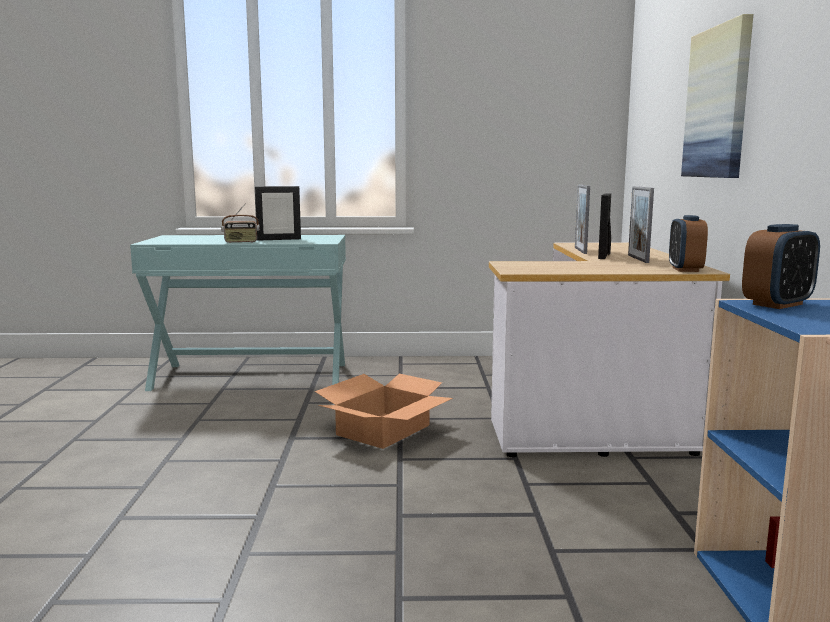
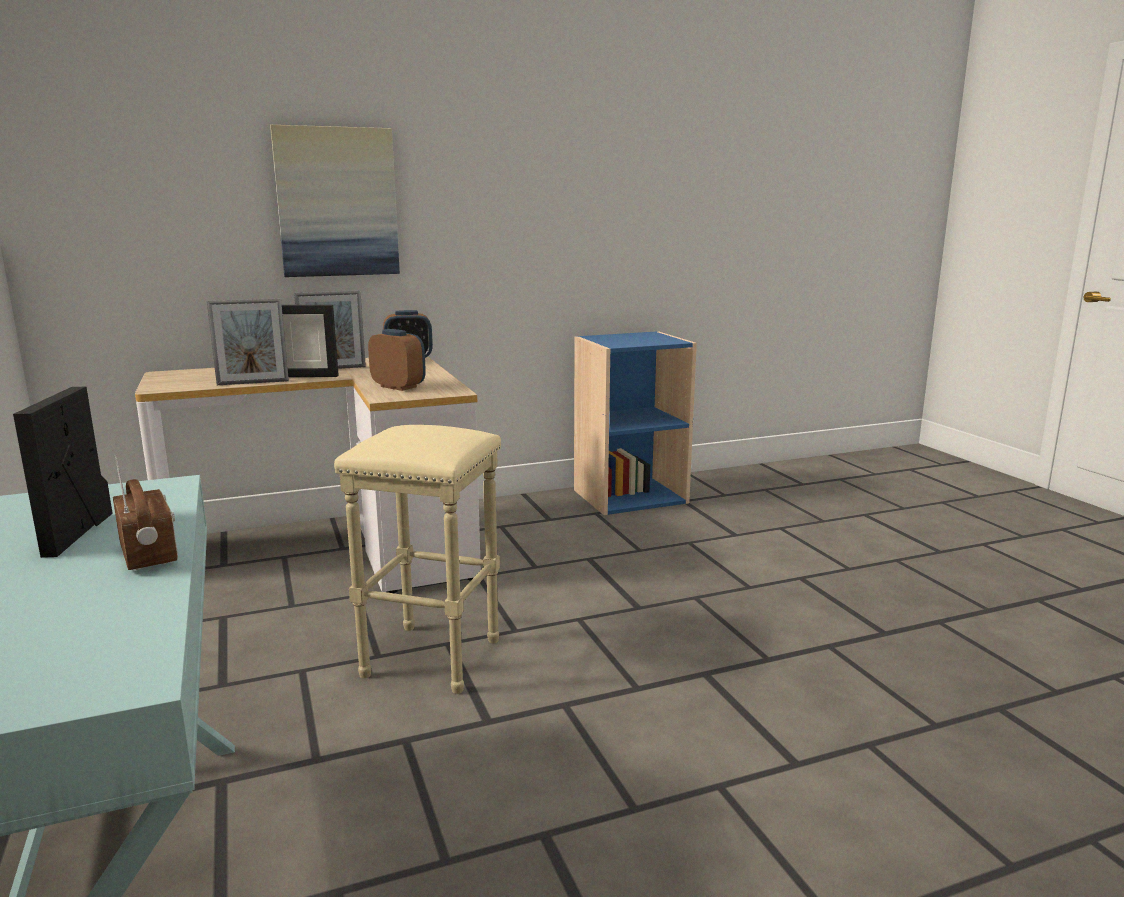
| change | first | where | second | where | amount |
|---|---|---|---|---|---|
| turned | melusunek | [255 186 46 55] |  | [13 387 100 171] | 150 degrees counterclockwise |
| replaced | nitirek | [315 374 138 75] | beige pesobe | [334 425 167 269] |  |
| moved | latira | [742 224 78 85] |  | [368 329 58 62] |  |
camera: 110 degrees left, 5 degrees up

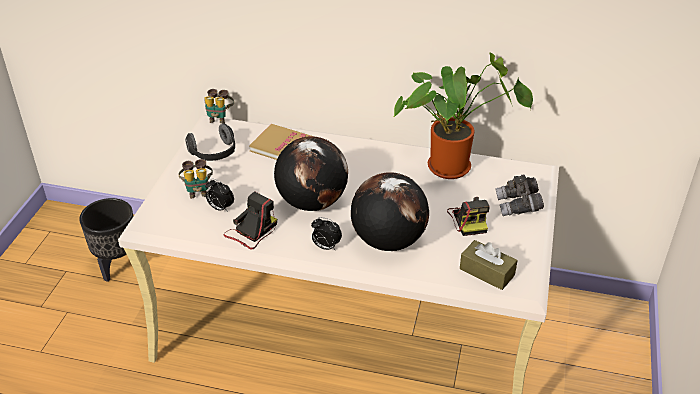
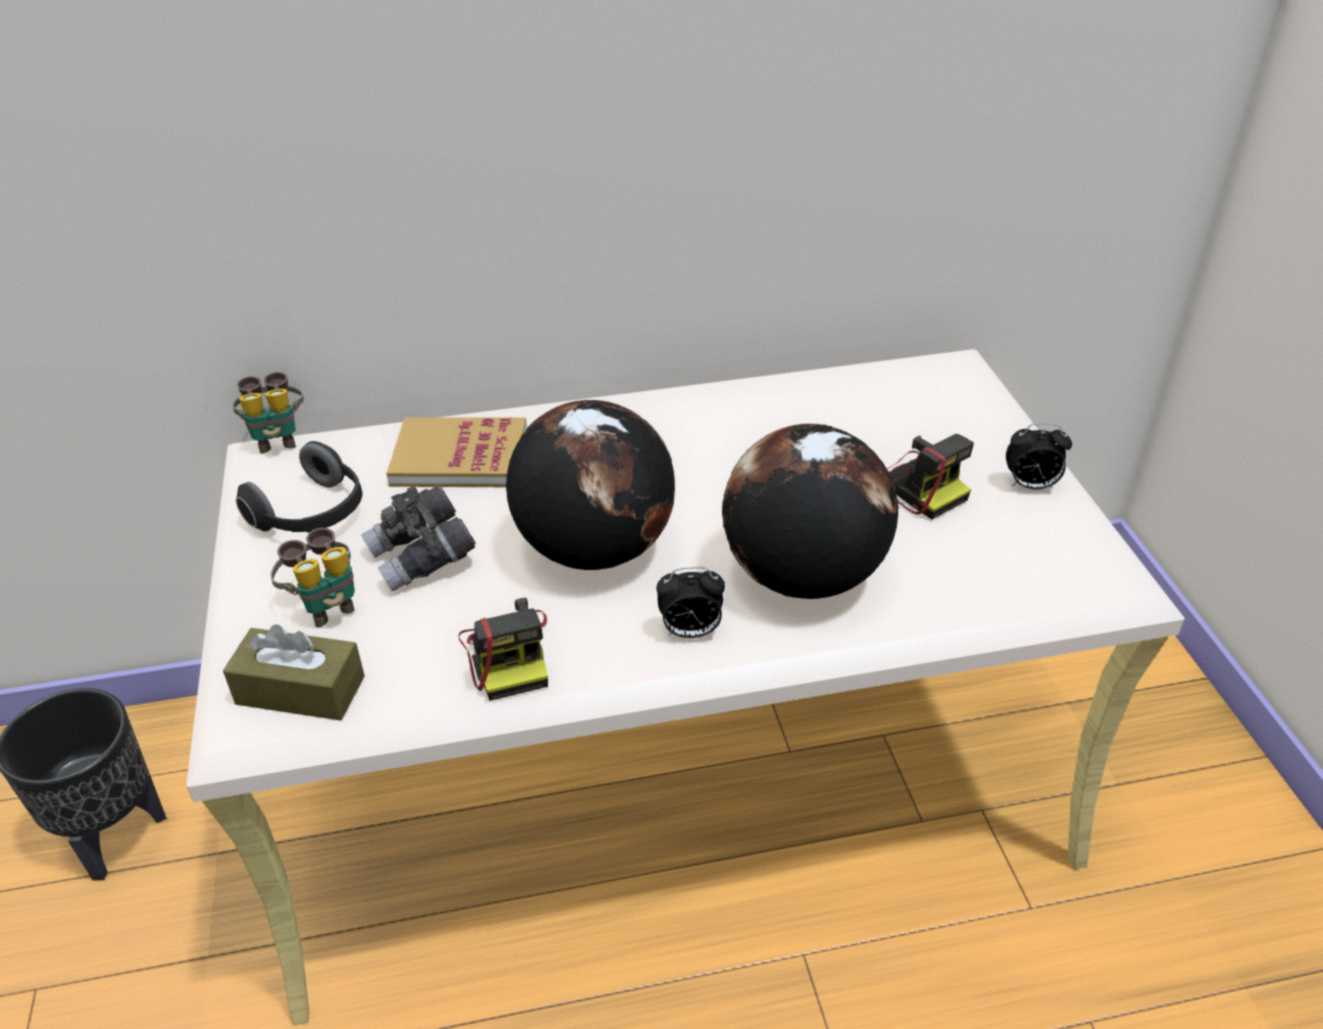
| change | first | where | second | where | amount |
|---|---|---|---|---|---|
| moved | latira | [205 179 29 33] |  | [1006 423 66 66] |  |
| turned | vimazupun | [224 191 53 58] |  | [458 598 90 103] | 150 degrees clockwise |
| removed | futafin | [394 53 139 126] |  |  |  |
| moved | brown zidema | [460 240 58 50] |  | [223 624 142 96] |  |
| moved | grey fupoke | [495 175 49 41] |  | [361 486 115 106] |  |
camera: 25 degrees left, 0 degrees up

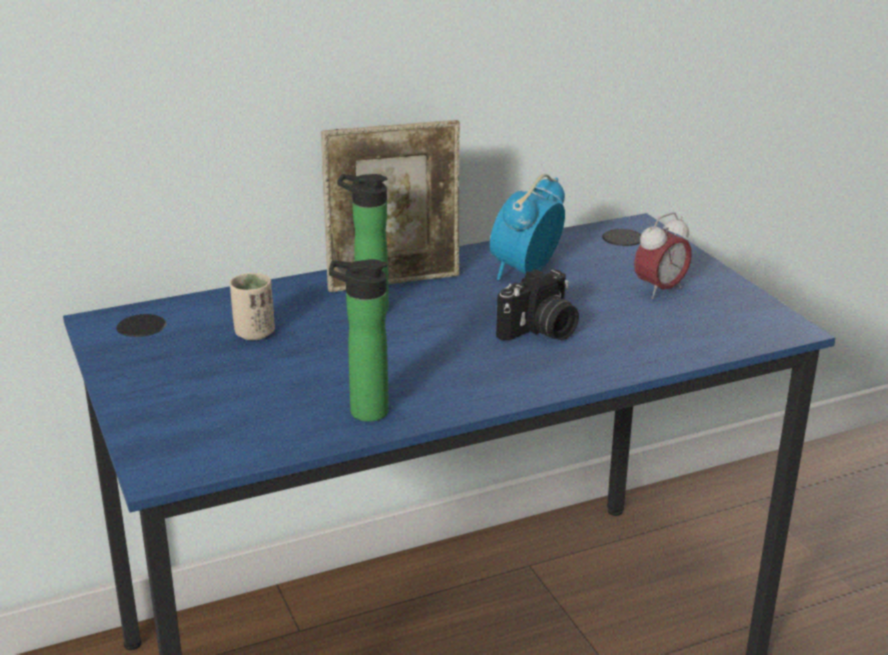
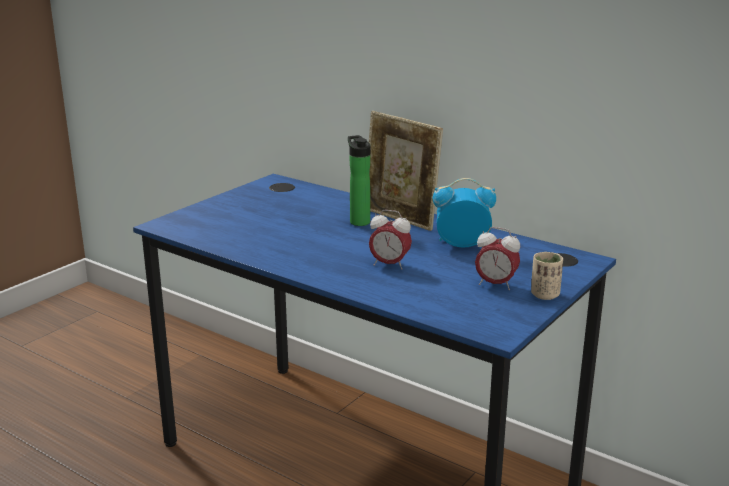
| change | first | where | second | where | amount |
|---|---|---|---|---|---|
| moved | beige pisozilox | [230 273 45 67] |  | [531 252 32 48] |  |
| removed | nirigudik | [329 259 60 163] |  |  |  |
| replaced | vimazupun | [496 269 83 71] | latira | [369 210 43 59] |  |
camera: 60 degrees right, 5 degrees down

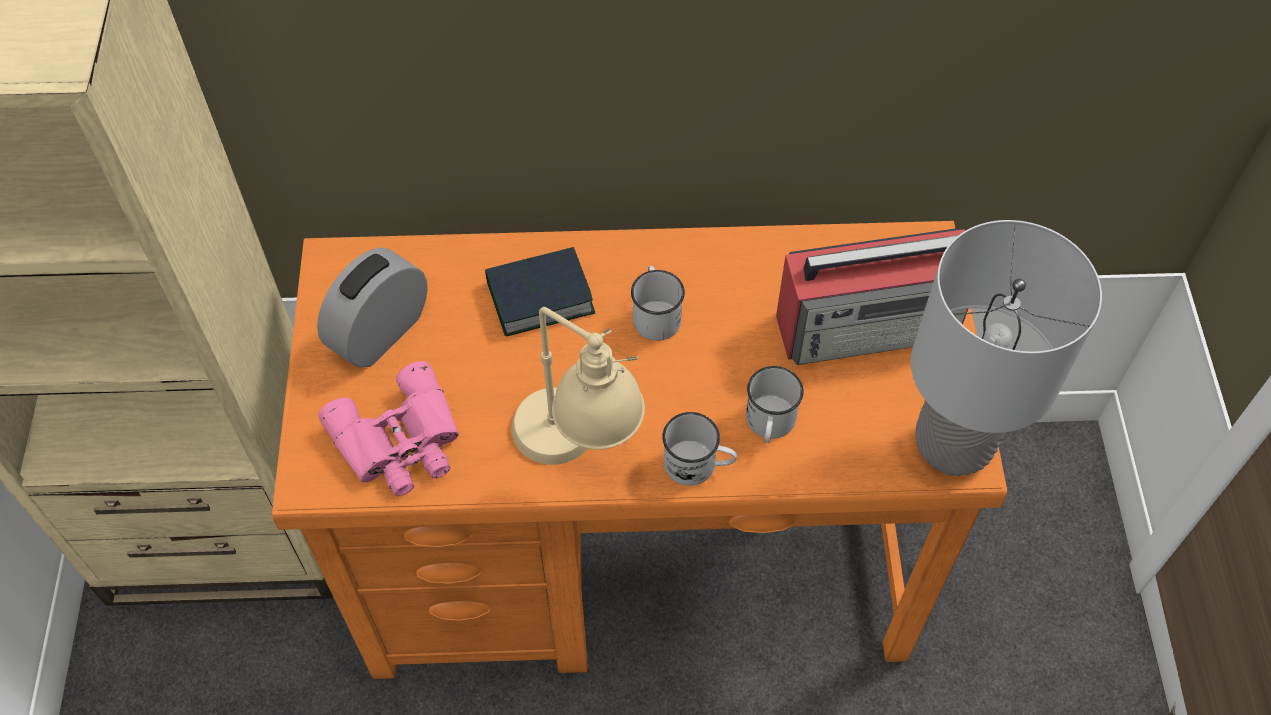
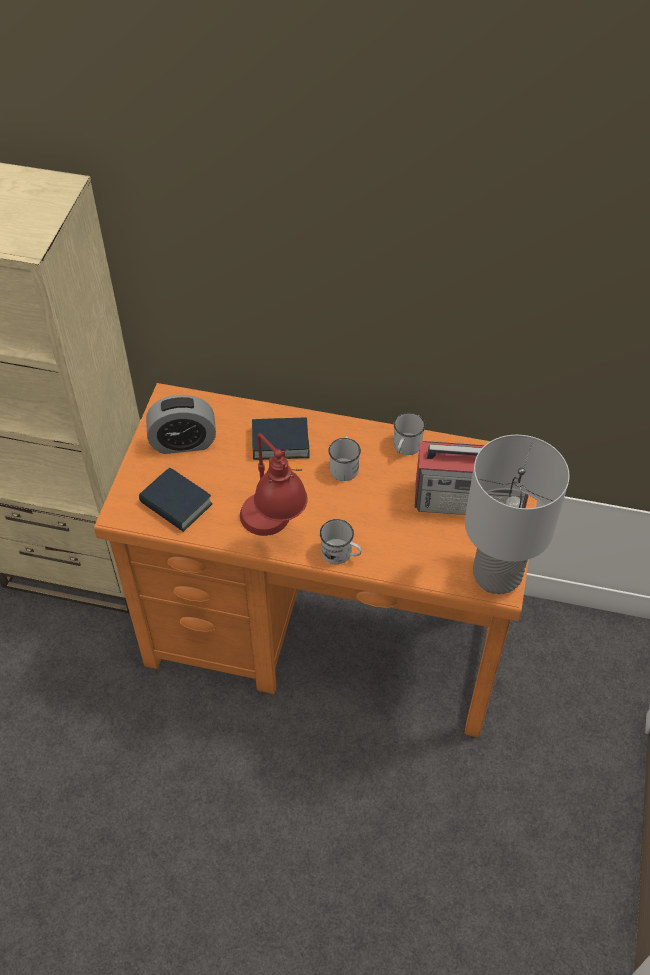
| change | first | where | second | where | amount |
|---|---|---|---|---|---|
| turned | latira | [317 248 111 119] |  | [146 395 70 59] | 150 degrees counterclockwise |
| replaced | pink fupoke | [318 361 141 135] | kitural | [139 468 74 64] |  |
| recoloured | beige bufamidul | [511 307 134 158] | red bufamidul | [240 433 68 103] |  |
| moved | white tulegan | [746 366 58 77] |  | [393 413 32 42] |  |
camera: 15 degrees right, 5 degrees down

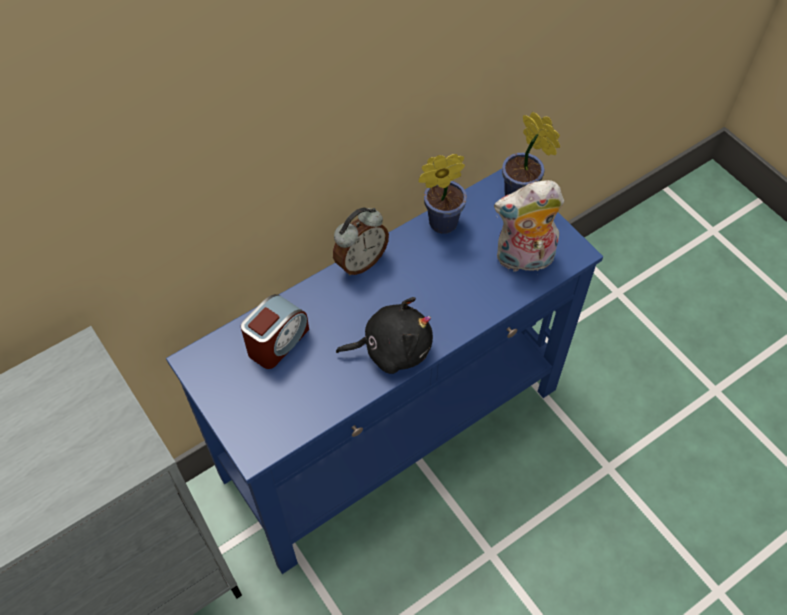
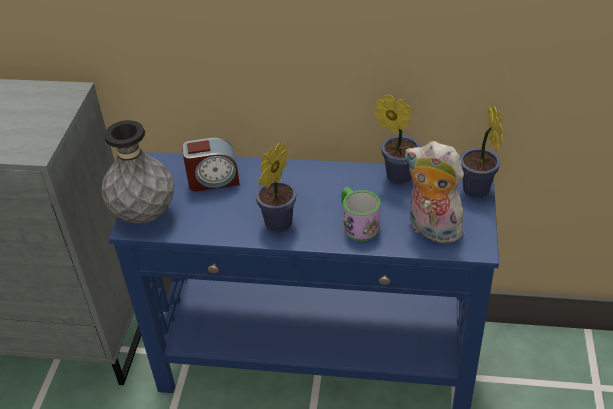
| change | first | where | second | where | amount |
|---|---|---|---|---|---|
| removed | latira | [333 208 56 68] |  |  |  |
| replaced | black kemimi | [336 297 97 77] | futafin | [256 142 40 90] |  |
| added |  |  | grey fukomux | [102 120 72 104] |  |
| added |  |  | tulegan | [341 187 39 54] |  |
camera: 45 degrees right, 15 degrees down

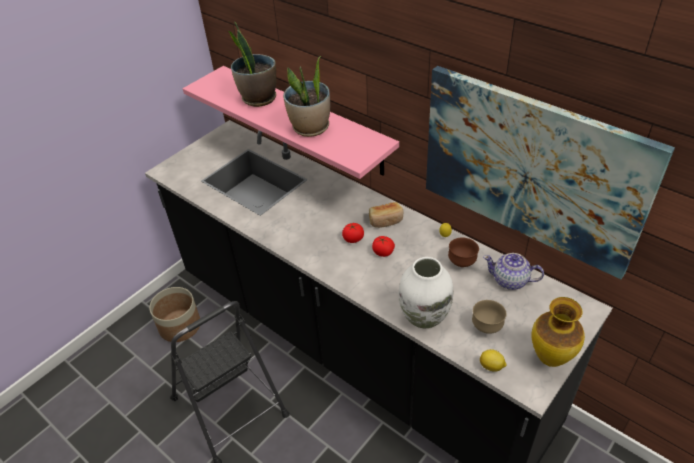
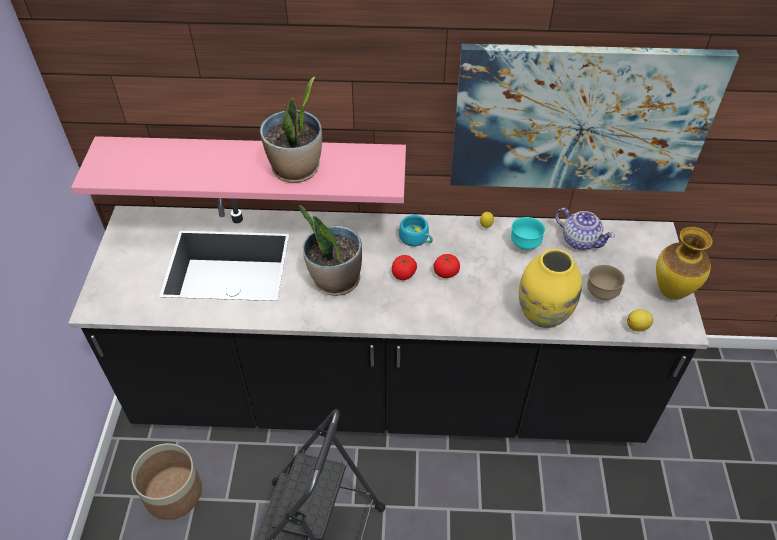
| change | first | where | second | where | amount |
|---|---|---|---|---|---|
| moved | futafin | [228 21 48 86] |  | [299 205 63 91] |  |
| replaced | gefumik | [369 202 34 26] | turquoise pisozilox | [399 215 34 31] |  |
| recoloured | white fukomux | [398 257 55 71] | yellow fukomux | [519 249 63 79] |  |
| recoloured | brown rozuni | [448 237 31 30] | turquoise rozuni | [511 217 34 33] |  |
| turned | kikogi | [483 253 61 37] |  | [555 208 60 42] | 120 degrees counterclockwise |
camera: 40 degrees left, 5 degrees up

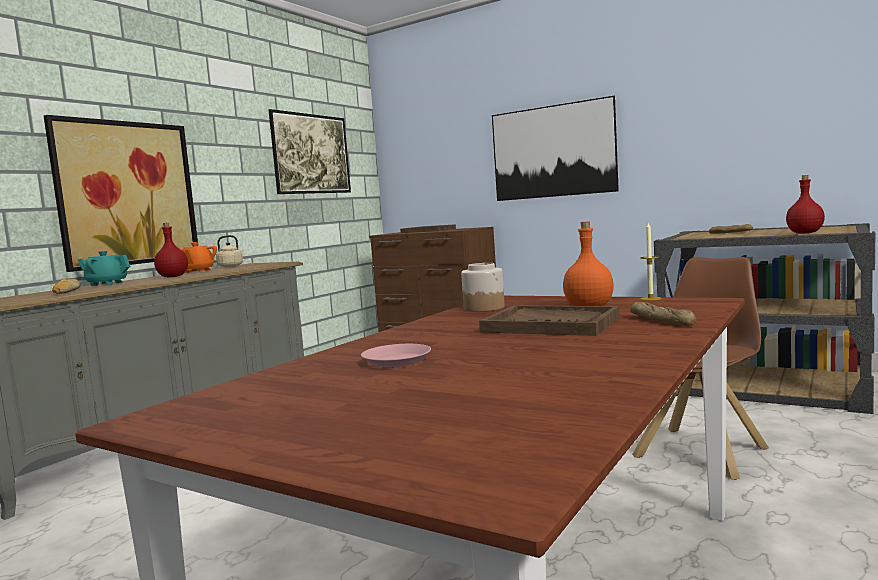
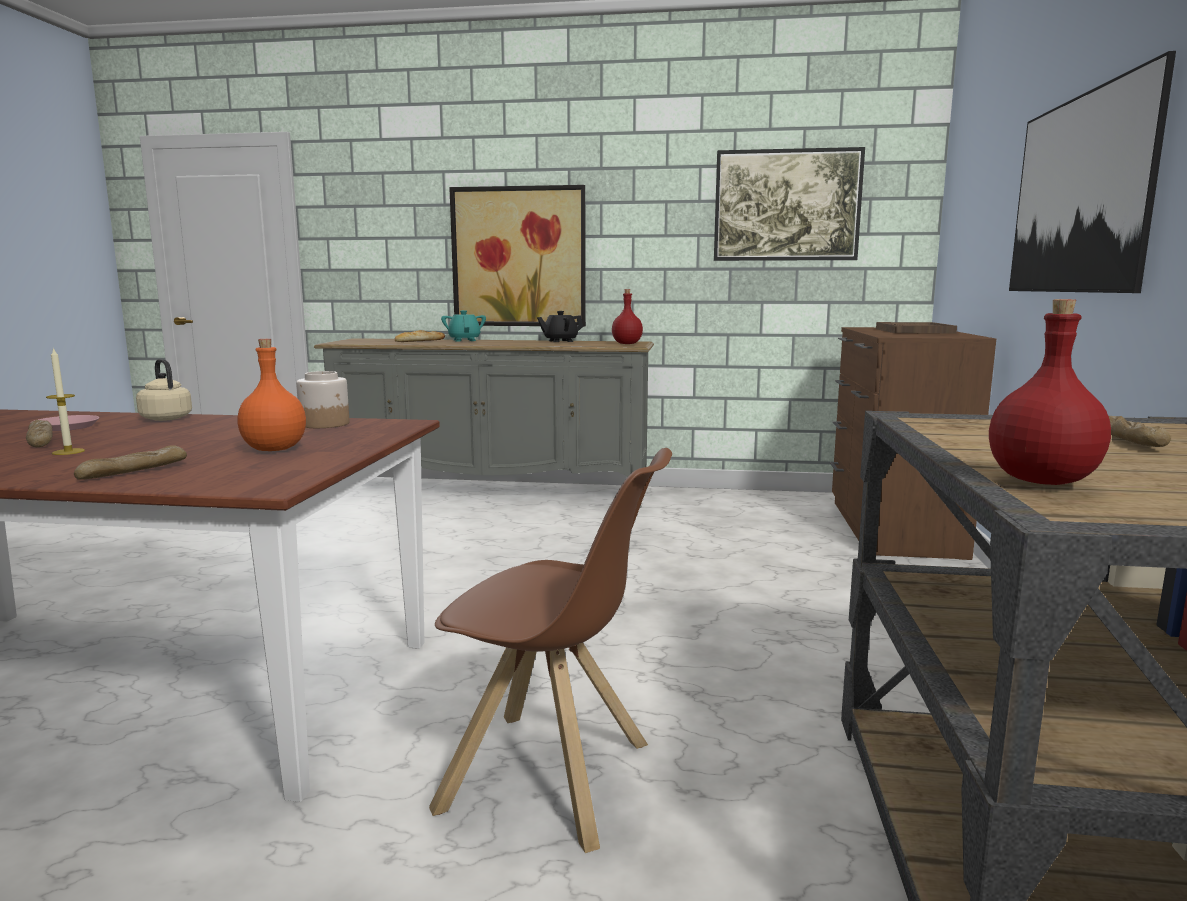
| change | first | where | second | where | amount |
|---|---|---|---|---|---|
| moved | red nirigudik | [154 223 34 54] |  | [612 289 31 55] |  |
| recoloured | orange kikogi | [179 242 38 31] | black kikogi | [537 311 46 31] |  |
| moved | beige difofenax | [214 235 29 32] |  | [136 359 56 62] |  |
| removed | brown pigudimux | [479 305 141 31] |  |  |  |
| moved | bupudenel | [640 223 22 78] |  | [46 347 39 108] |  |
| added |  |  | gefumik | [26 420 27 27] |  |
camera: 65 degrees right, 5 degrees up

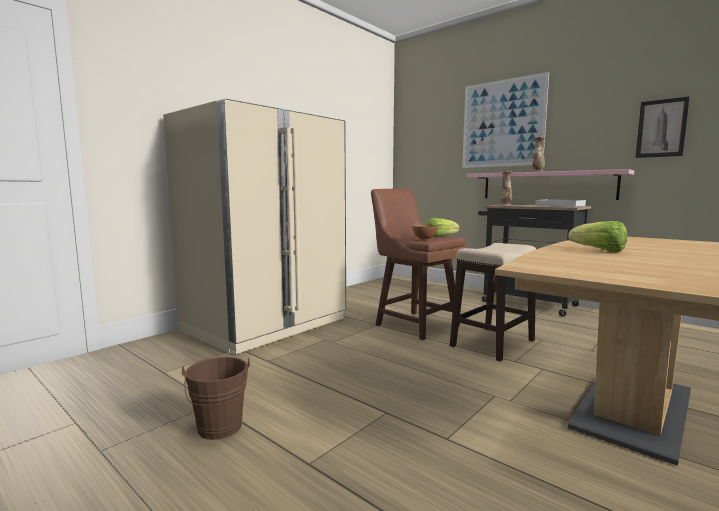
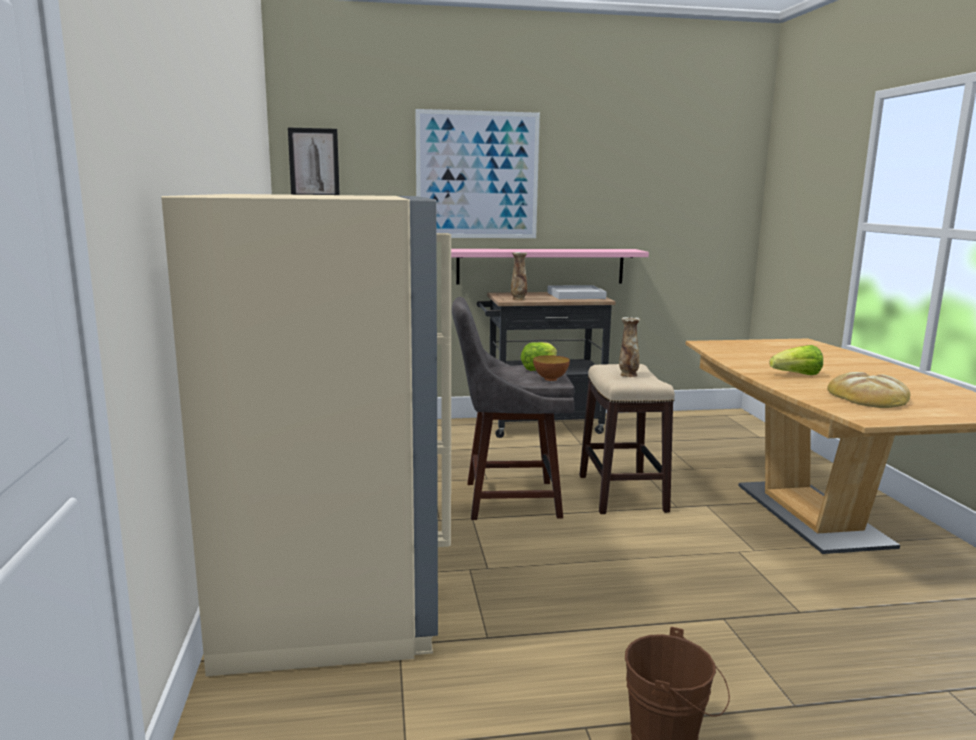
| change | first | where | second | where | amount |
|---|---|---|---|---|---|
| recoloured | brown pesobe | [371 189 95 151] | grey pesobe | [452 297 123 223] |  |
| moved | fukomux | [532 137 14 35] |  | [619 317 21 60] |  |
| moved | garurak | [635 96 55 62] |  | [288 128 52 67] |  |
| added |  |  | gefumik | [827 372 84 36] |  |
camera: 50 degrees left, 5 degrees up

